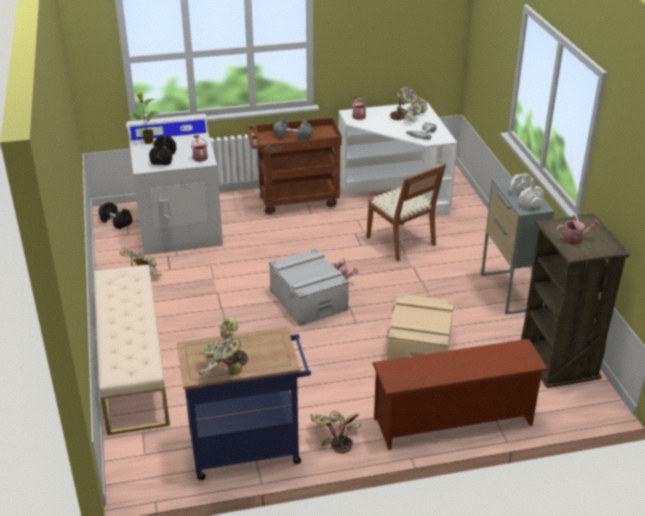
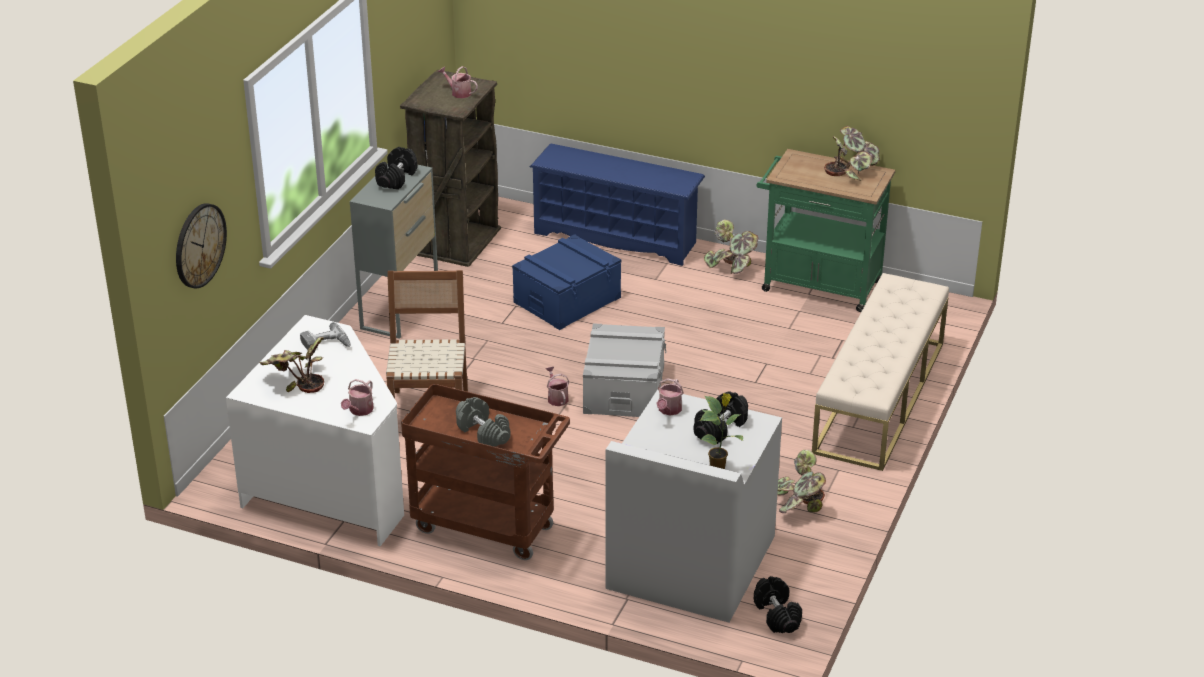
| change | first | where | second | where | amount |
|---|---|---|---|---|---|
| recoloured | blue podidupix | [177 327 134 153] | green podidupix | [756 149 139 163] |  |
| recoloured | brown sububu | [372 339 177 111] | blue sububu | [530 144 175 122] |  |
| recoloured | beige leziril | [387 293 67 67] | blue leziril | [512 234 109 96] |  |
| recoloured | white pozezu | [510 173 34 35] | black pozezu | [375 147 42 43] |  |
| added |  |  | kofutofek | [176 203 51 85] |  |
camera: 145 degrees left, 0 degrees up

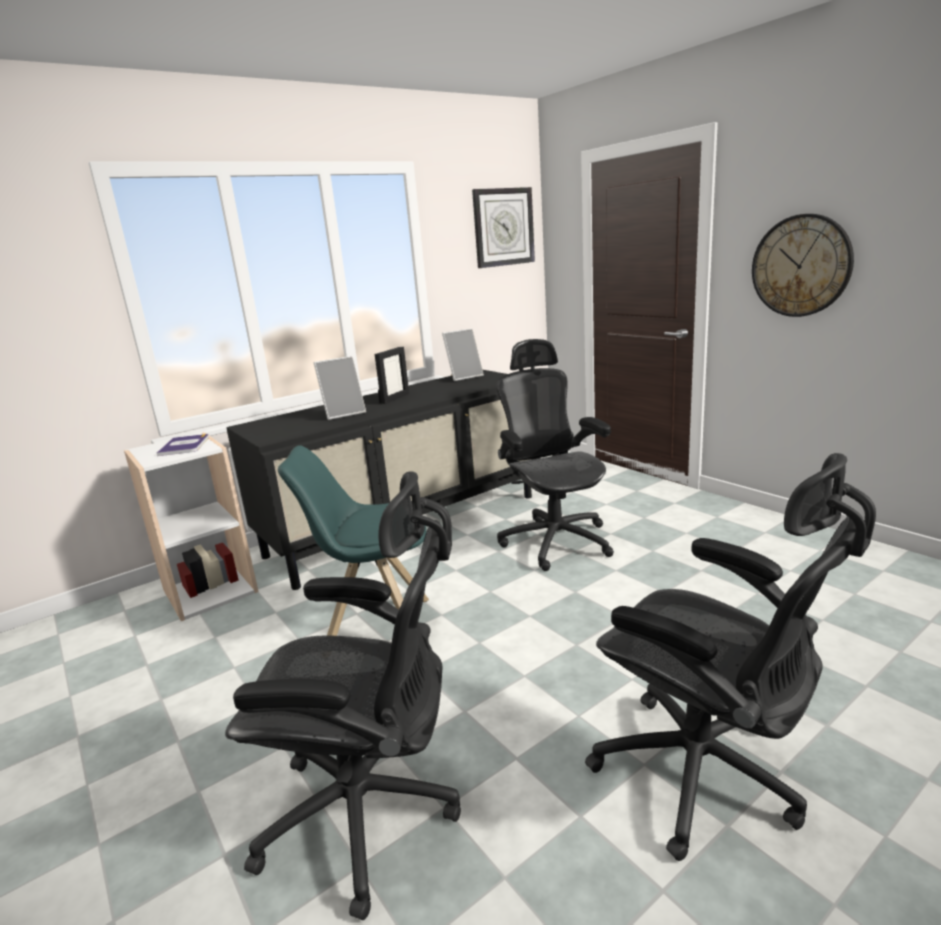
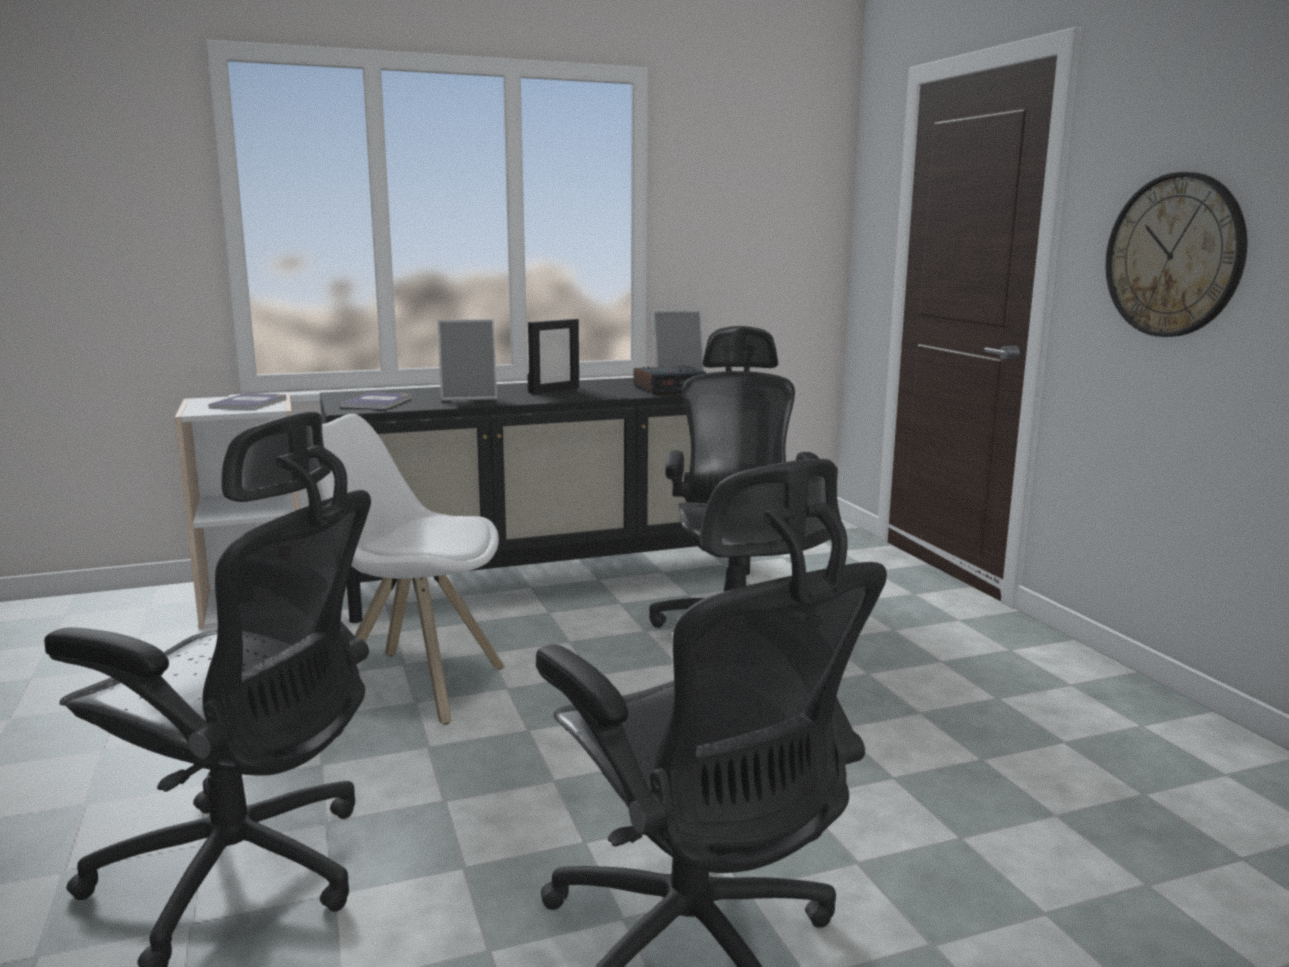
| change | first | where | second | where | amount |
|---|---|---|---|---|---|
| recoloured | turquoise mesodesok | [278 445 151 191] | white mesodesok | [317 414 188 311] |  |
| removed | kofutofek | [472 187 63 81] |  |  |  |
| added |  |  | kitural | [340 392 72 17] |  |
| added |  |  | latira | [634 366 72 29] |  |
camera: 15 degrees right, 5 degrees down

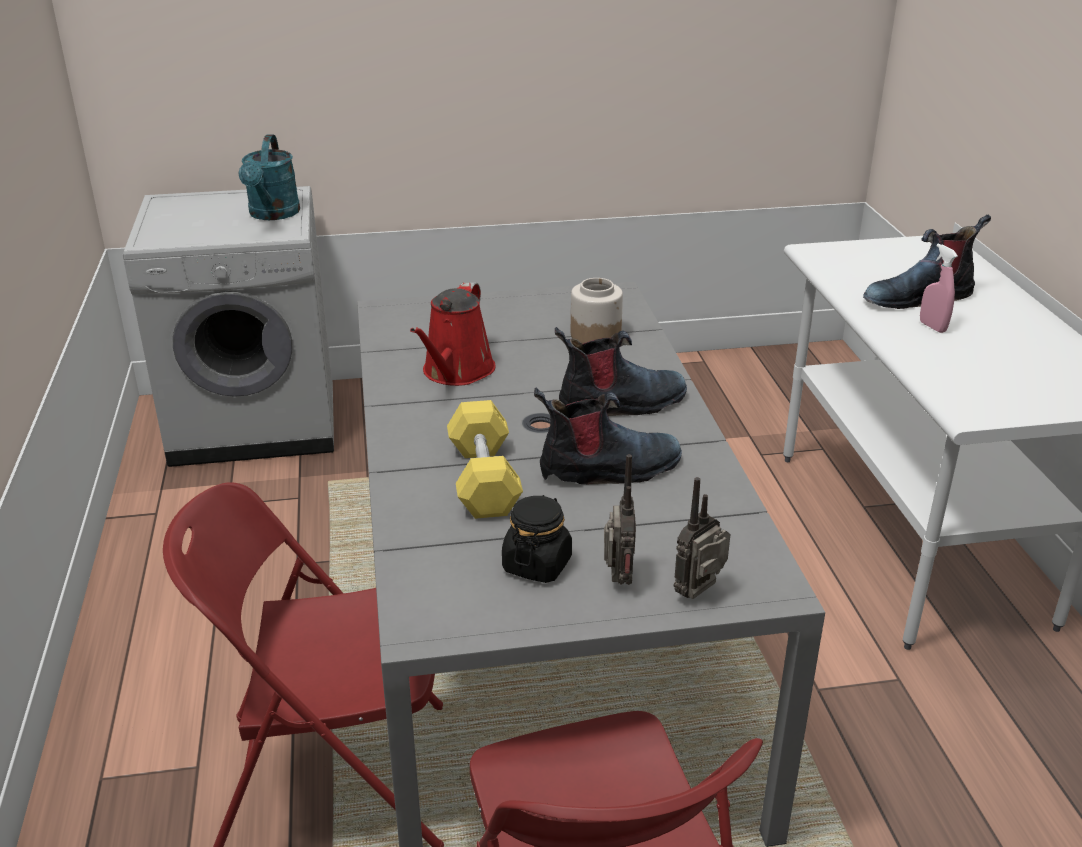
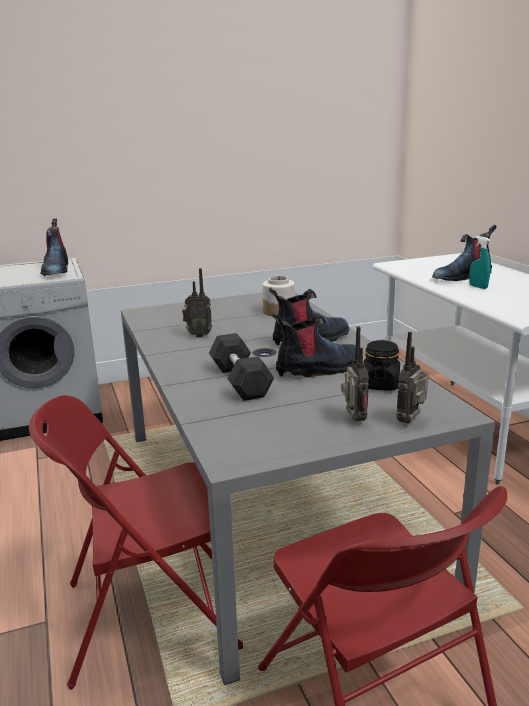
| change | first | where | second | where | amount |
|---|---|---|---|---|---|
| replaced | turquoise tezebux | [239 135 61 85] | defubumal | [41 219 27 57] |  |
| replaced | red tezebux | [410 282 86 104] | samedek | [182 268 30 69] |  |
| recoloured | yellow pozezu | [447 400 76 119] | grey pozezu | [209 333 65 68] |  |
| moved | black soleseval | [502 495 70 88] |  | [364 340 36 50] |  |
| recoloured | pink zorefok | [920 243 38 90] | turquoise zorefok | [469 236 22 53] |  |
camera: 10 degrees left, 10 degrees down

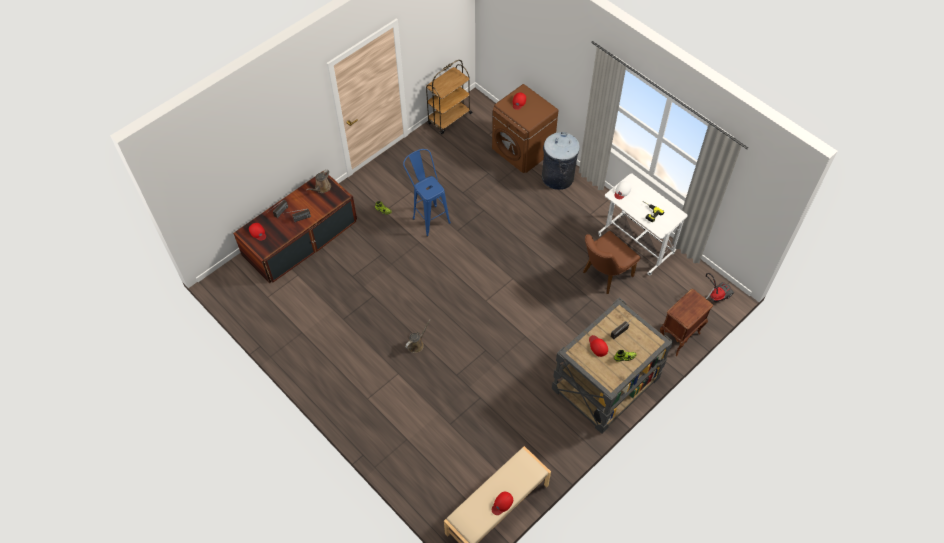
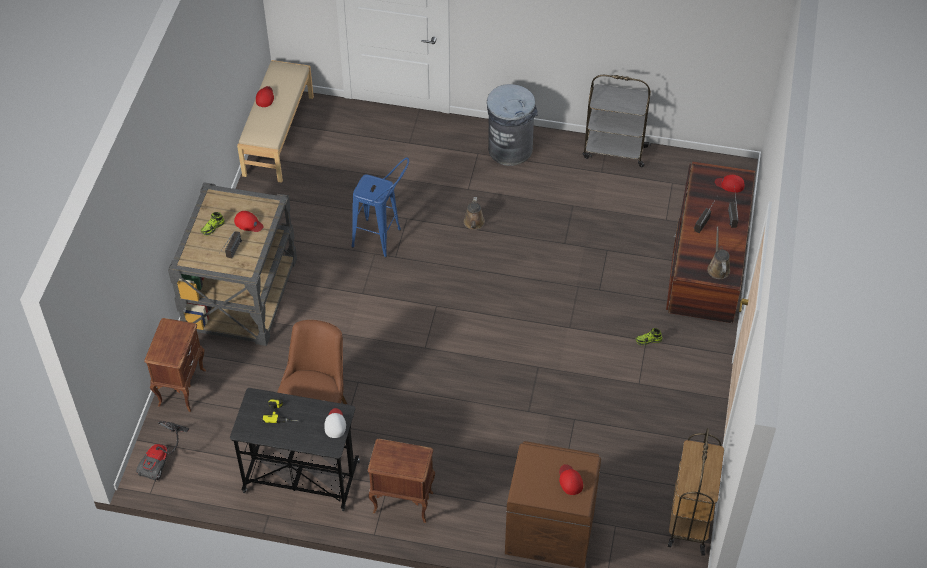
| change | first | where | second | where | amount |
|---|---|---|---|---|---|
| moved | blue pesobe | [403 149 48 88] |  | [351 158 58 100] |  |
| moved | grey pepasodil | [542 132 38 58] |  | [487 84 51 82] |  |
| recoloured | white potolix | [598 173 90 102] | black potolix | [230 388 130 123] |  |
| added |  |  | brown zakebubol | [368 439 67 84] |  |
| added |  |  | grey podidupix | [583 75 68 92] |  |
camera: 145 degrees right, 5 degrees down

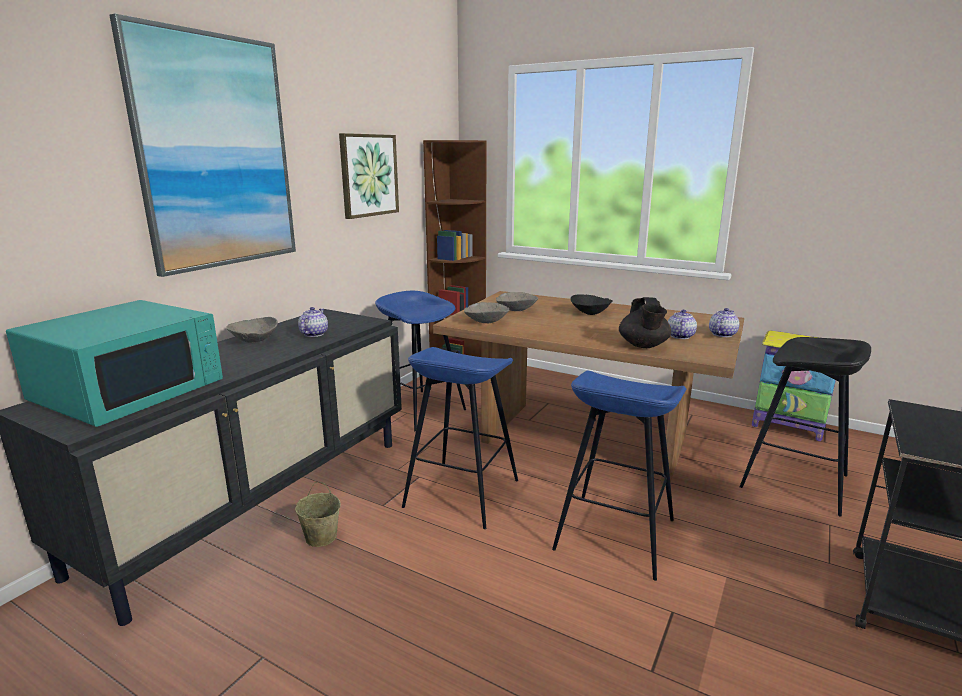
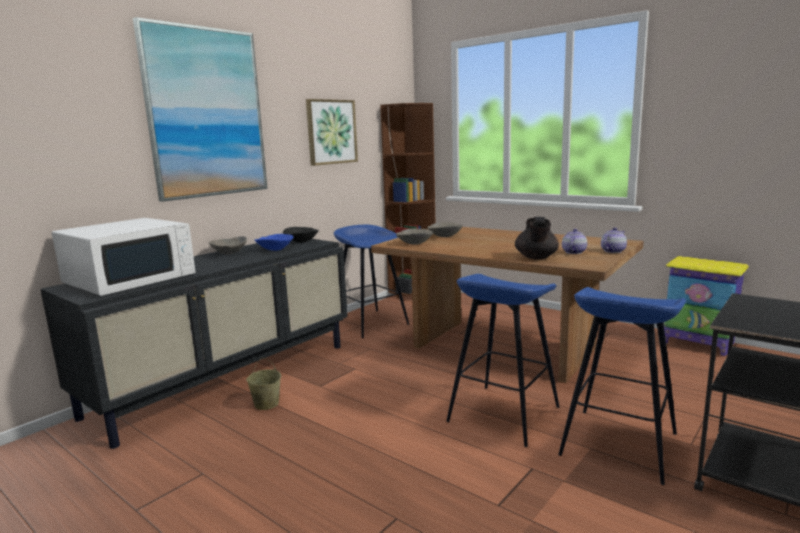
| change | first | where | second | where | amount |
|---|---|---|---|---|---|
| recoloured | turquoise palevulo | [6 300 217 127] | white palevulo | [52 218 143 78] |  |
| replaced | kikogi | [298 307 30 30] | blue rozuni | [255 234 38 17] |  |
| moved | blue pesobe | [402 347 116 182] |  | [558 287 129 198] |  |
| moved | black rozuni | [571 294 41 21] |  | [283 227 36 16] |  |
| removed | black pesobe | [740 337 131 180] |  |  |  |
camera: 10 degrees right, 5 degrees down

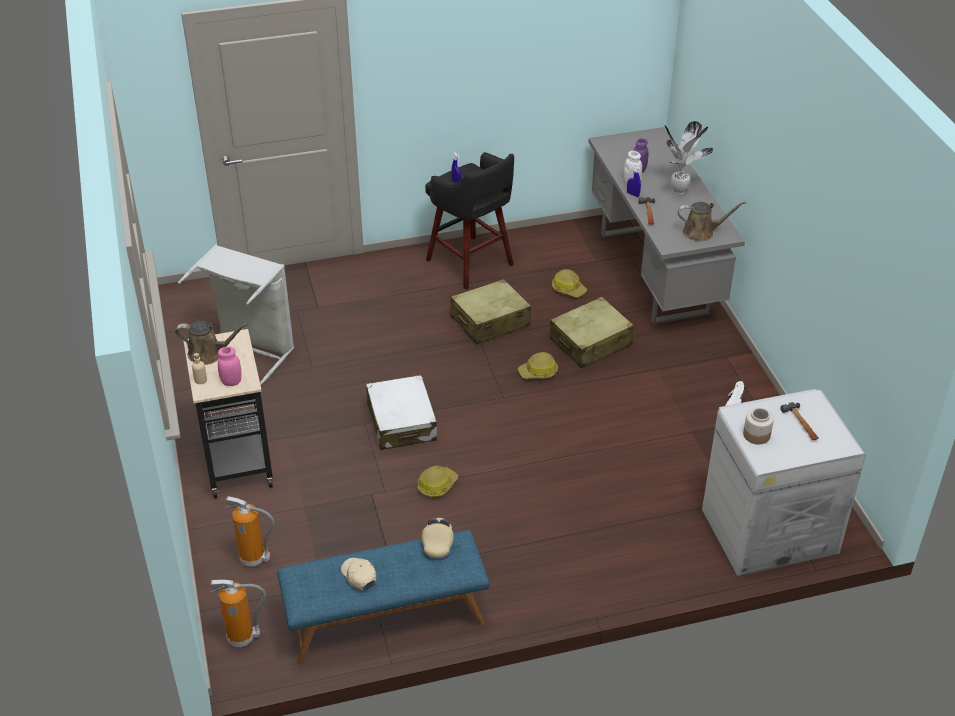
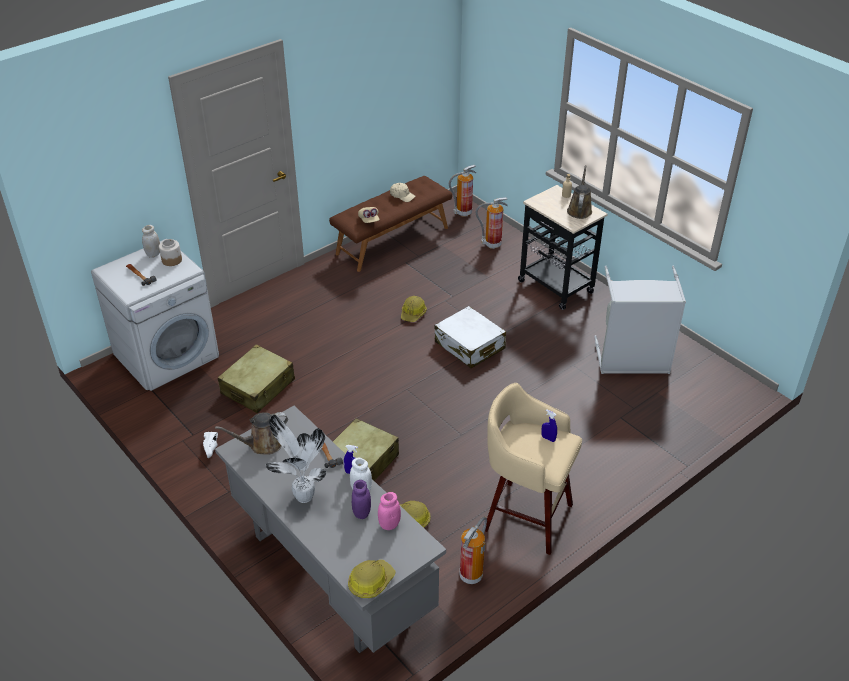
| change | first | where | second | where | amount |
|---|---|---|---|---|---|
| turned | brown tezebux | [175 321 73 44] |  | [567 165 25 54] | 120 degrees clockwise |
| moved | pink soleseval | [218 347 24 39] |  | [378 492 23 38] |  |
| recoloured | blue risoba | [277 530 213 135] | brown risoba | [329 176 123 96] |  |
| recoloured | black pesobe | [425 152 89 138] | beige pesobe | [485 383 97 172] |  |
| moved | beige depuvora | [450 279 81 65] |  | [218 344 77 69] |  |
| moved | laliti | [518 352 40 27] |  | [348 560 47 38] |  |
| added |  |  | white soleseval | [142 225 18 33] |  |
| added |  |  | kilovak | [459 517 28 67] |  |
camera: 155 degrees right, 0 degrees up

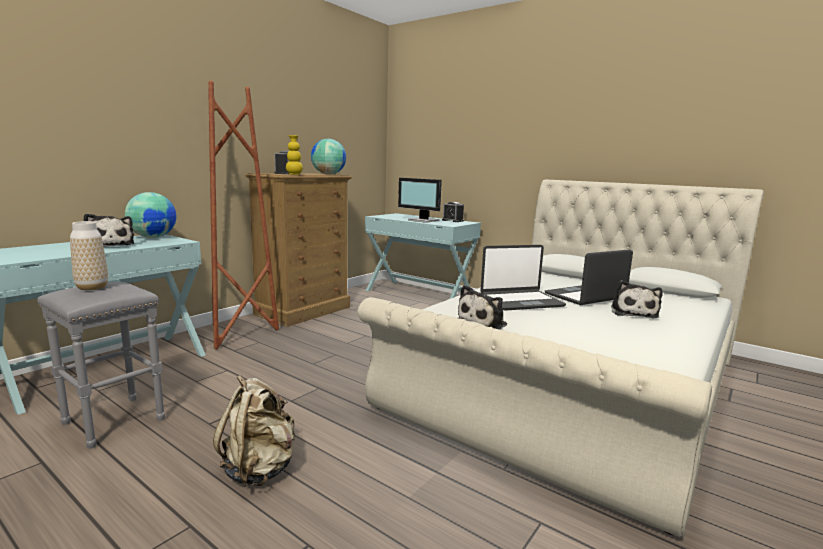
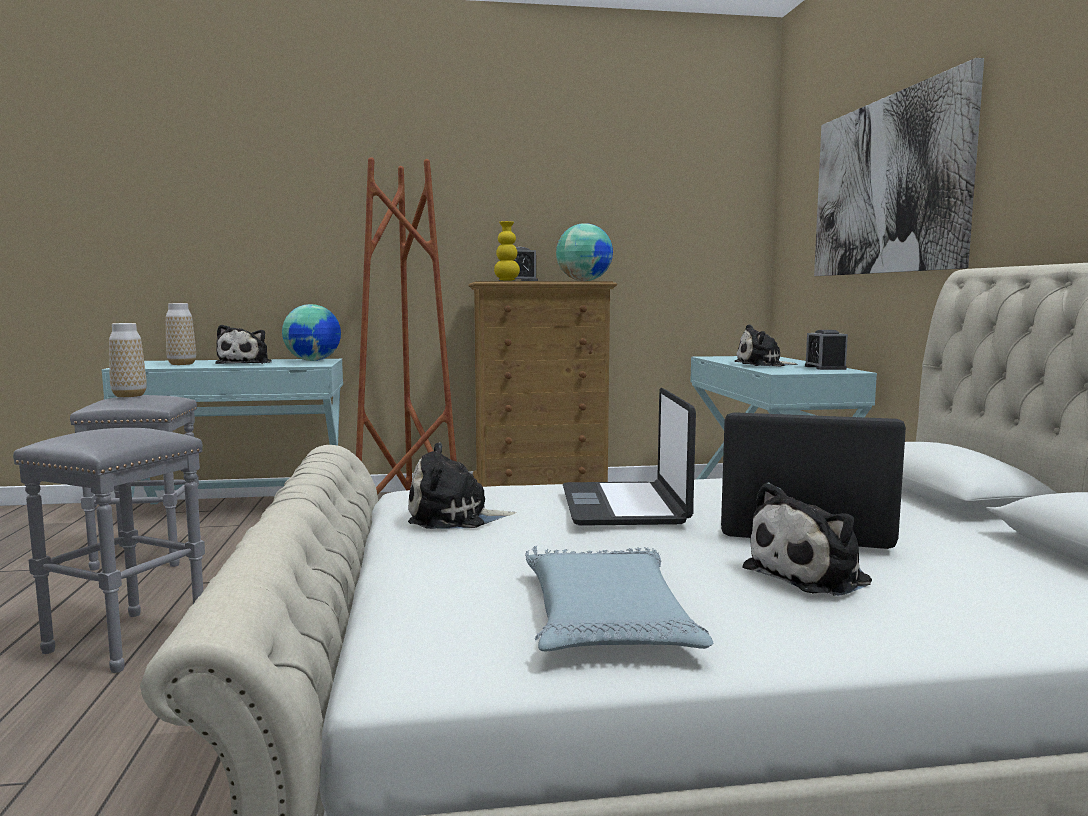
| change | first | where | second | where | amount |
|---|---|---|---|---|---|
| replaced | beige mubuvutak | [213 375 82 112] | grey pesobe | [13 428 192 245] |  |
| replaced | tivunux | [398 178 44 45] | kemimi | [735 324 62 42] |  |
| turned | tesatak | [480 245 86 66] |  | [563 388 133 138] | 60 degrees clockwise |
| added |  |  | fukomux | [166 303 30 62] |  |
| added |  |  | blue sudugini | [525 546 188 105] |  |
| added |  |  | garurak | [814 58 170 218] |  |
camera: 45 degrees right, 5 degrees down

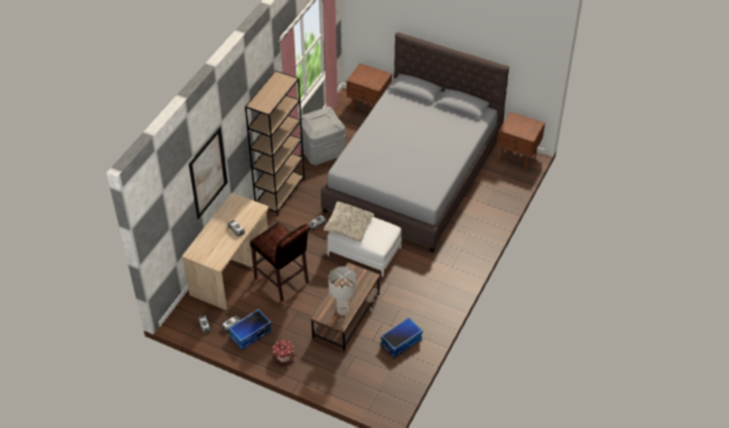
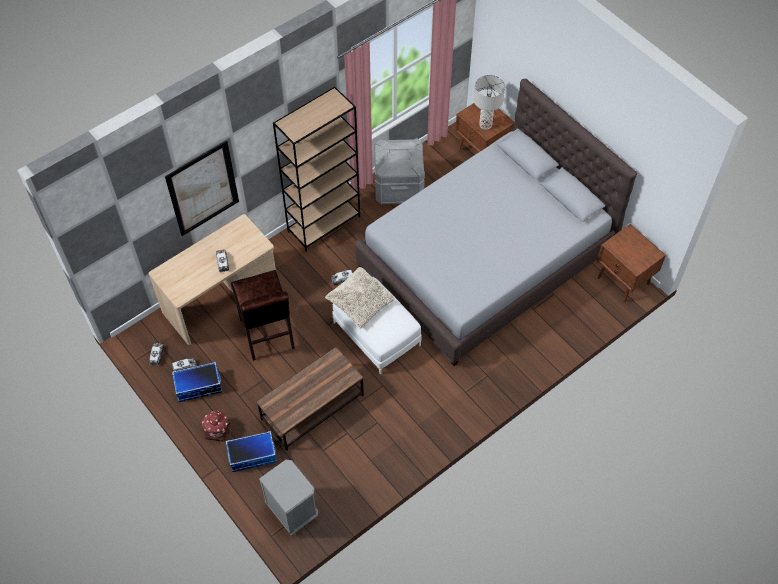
| change | first | where | second | where | amount |
|---|---|---|---|---|---|
| moved | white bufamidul | [328 267 28 48] |  | [474 75 31 55] |  |
| moved | leziril | [380 317 43 41] |  | [226 431 51 41] |  |
| added |  |  | grey zakebubol | [259 460 59 76] |  |
camera: 25 degrees right, 10 degrees up

